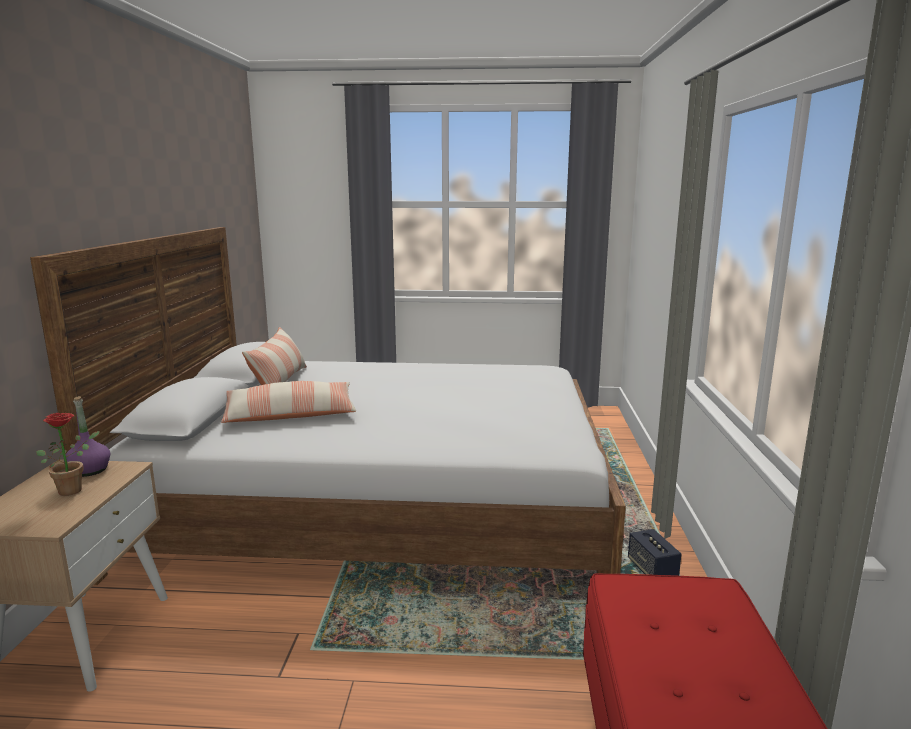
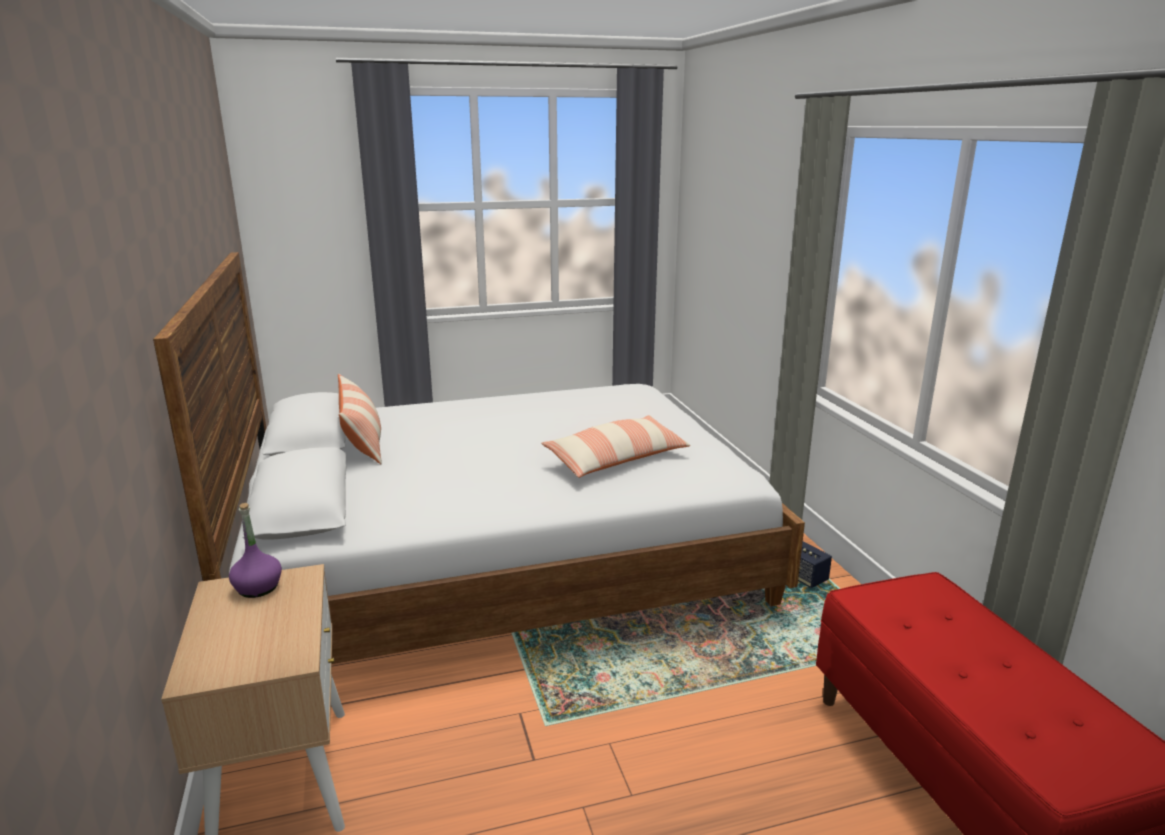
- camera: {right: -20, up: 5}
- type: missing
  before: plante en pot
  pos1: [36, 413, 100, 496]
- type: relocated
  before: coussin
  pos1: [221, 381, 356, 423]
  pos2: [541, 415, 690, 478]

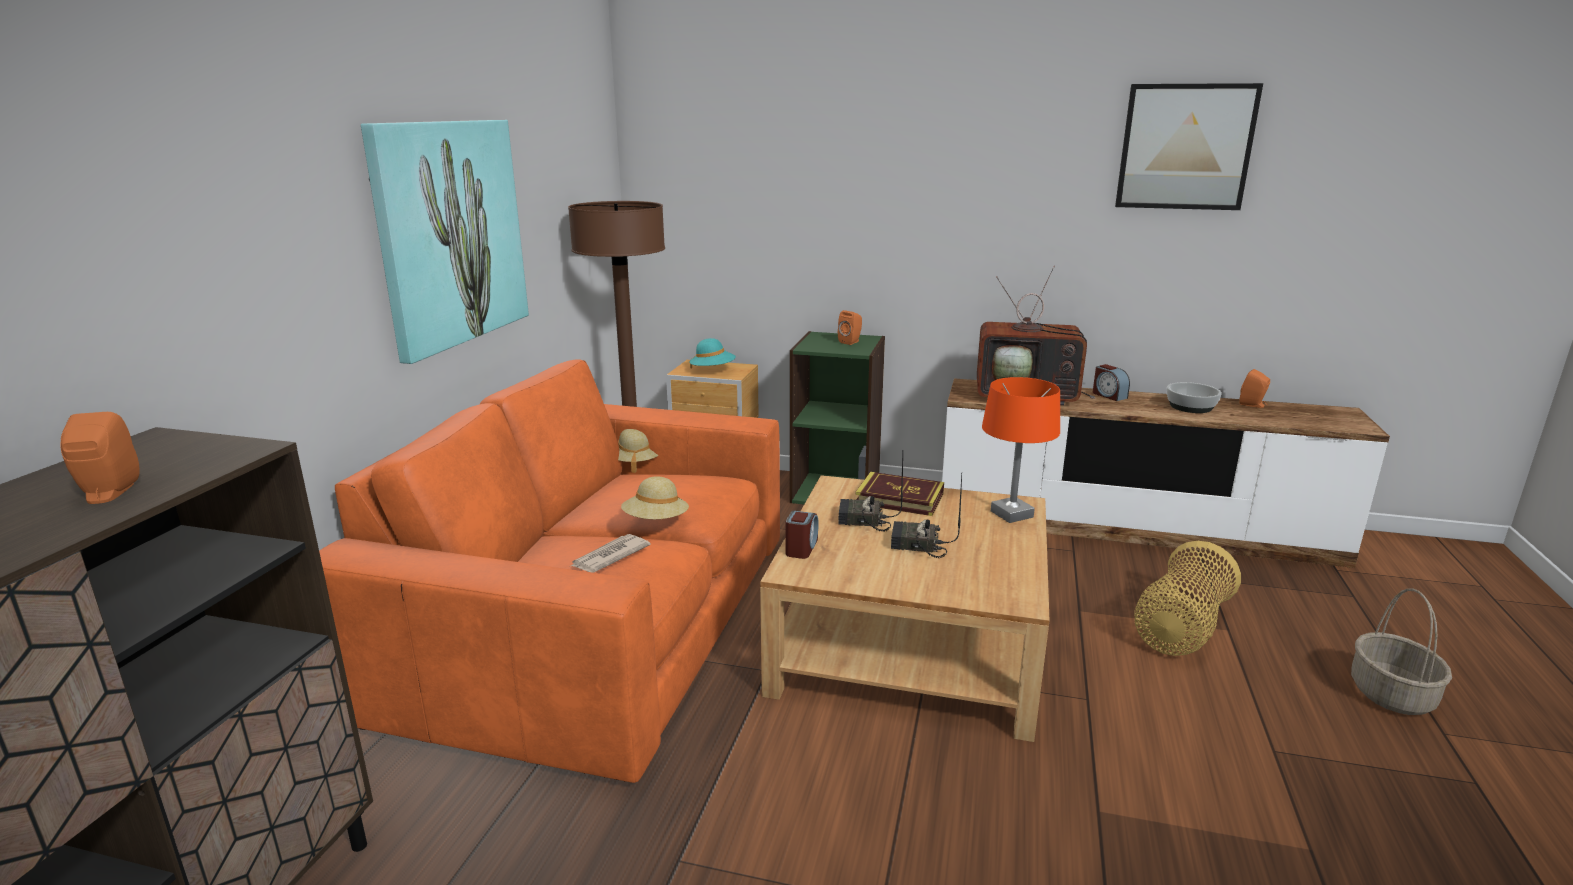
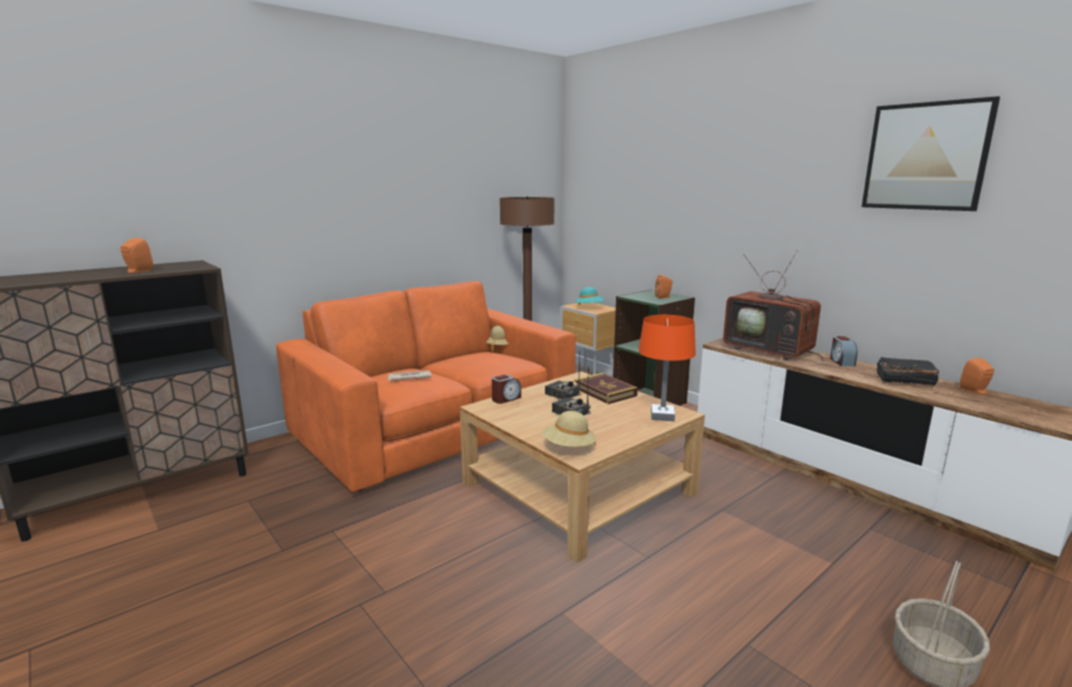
- camera: {right: 35, up: -5}
- type: missing
  before: tableau
  pos1: [361, 120, 529, 364]
- type: relocated
  before: chapeau/beige
  pos1: [621, 476, 689, 519]
  pos2: [542, 411, 596, 447]
- type: missing
  before: panier
  pos1: [1135, 541, 1241, 656]
- type: exchanged
  before: bol
  after: livre/noir
  pos1: [1167, 382, 1222, 413]
  pos2: [877, 357, 939, 386]

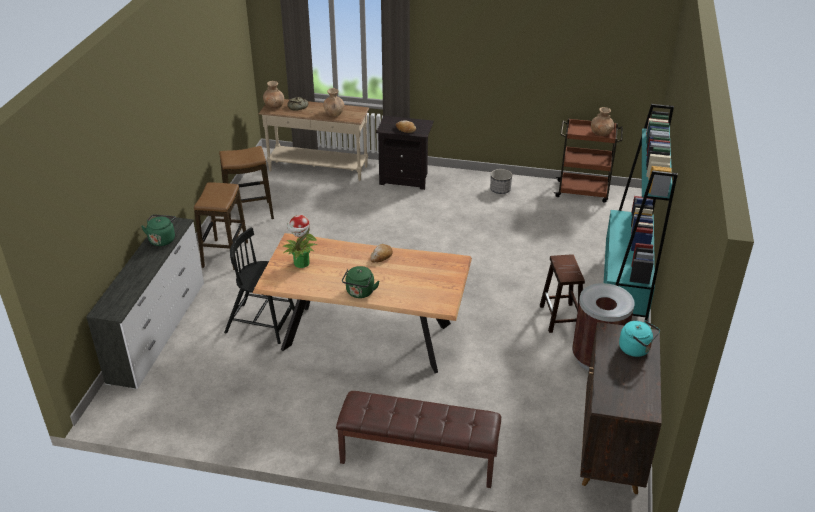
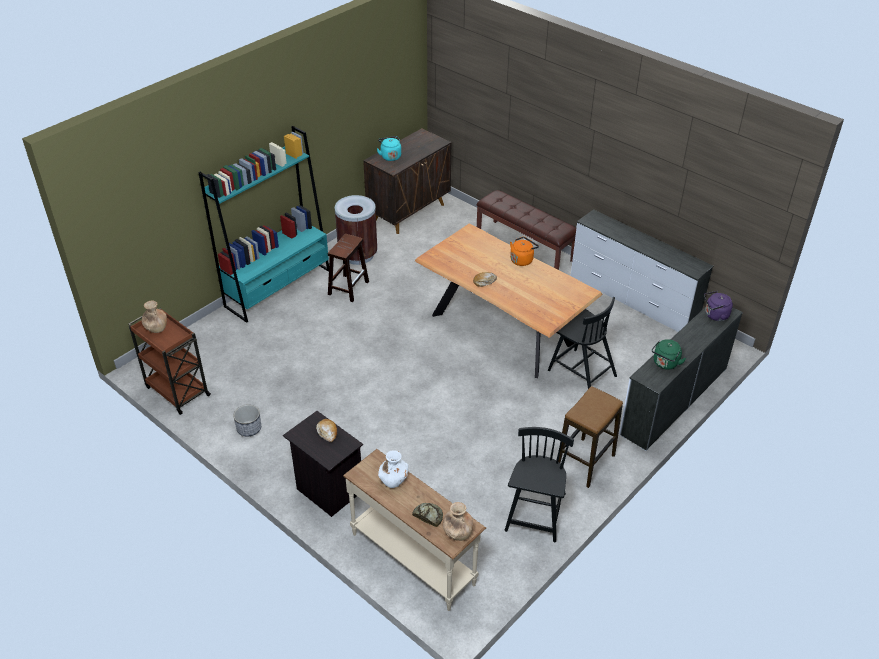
- camera: {right: -150, up: 5}
- type: exchanged
  before: tabouret
  after: chaise/noir
  pos1: [219, 146, 274, 225]
  pos2: [505, 427, 574, 543]
- type: missing
  before: plante en pot
  pos1: [282, 215, 317, 268]
- type: colour
  before: vase/marron
  after: vase/blanc
  pos1: [323, 88, 344, 117]
  pos2: [378, 450, 408, 488]
- type: colour
  before: bouilloire/vert
  after: bouilloire/orange
  pos1: [342, 266, 379, 298]
  pos2: [510, 237, 539, 266]
- type: appeared
  after: commode/blanc
  pos2: [571, 209, 713, 332]
- type: appeared
  after: bouilloire/violet
  pos2: [704, 291, 733, 321]

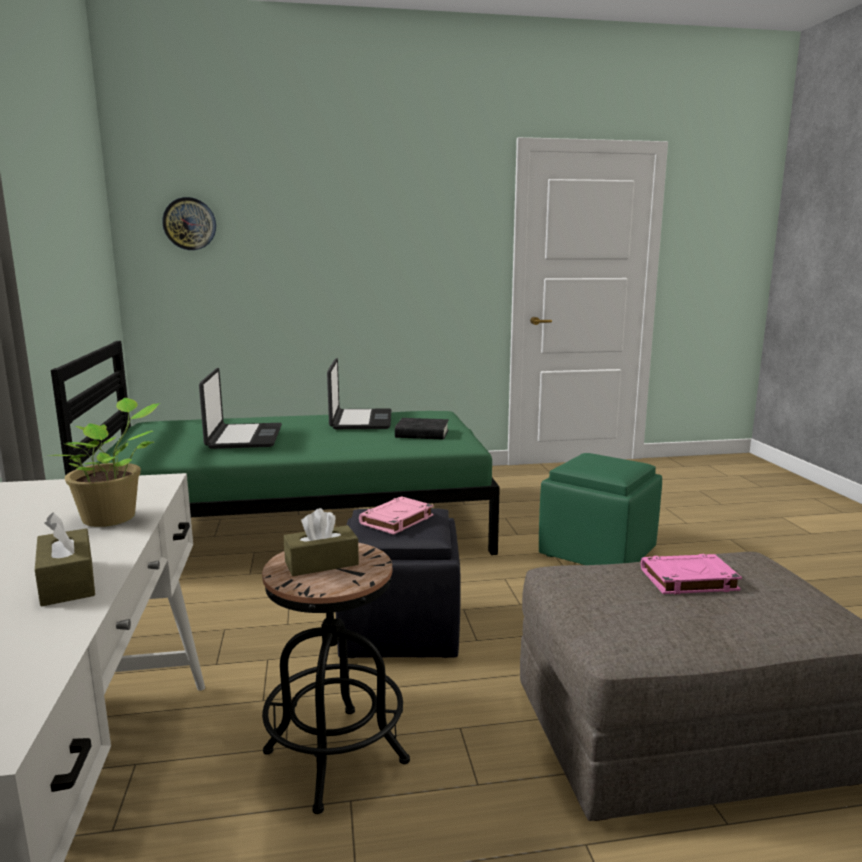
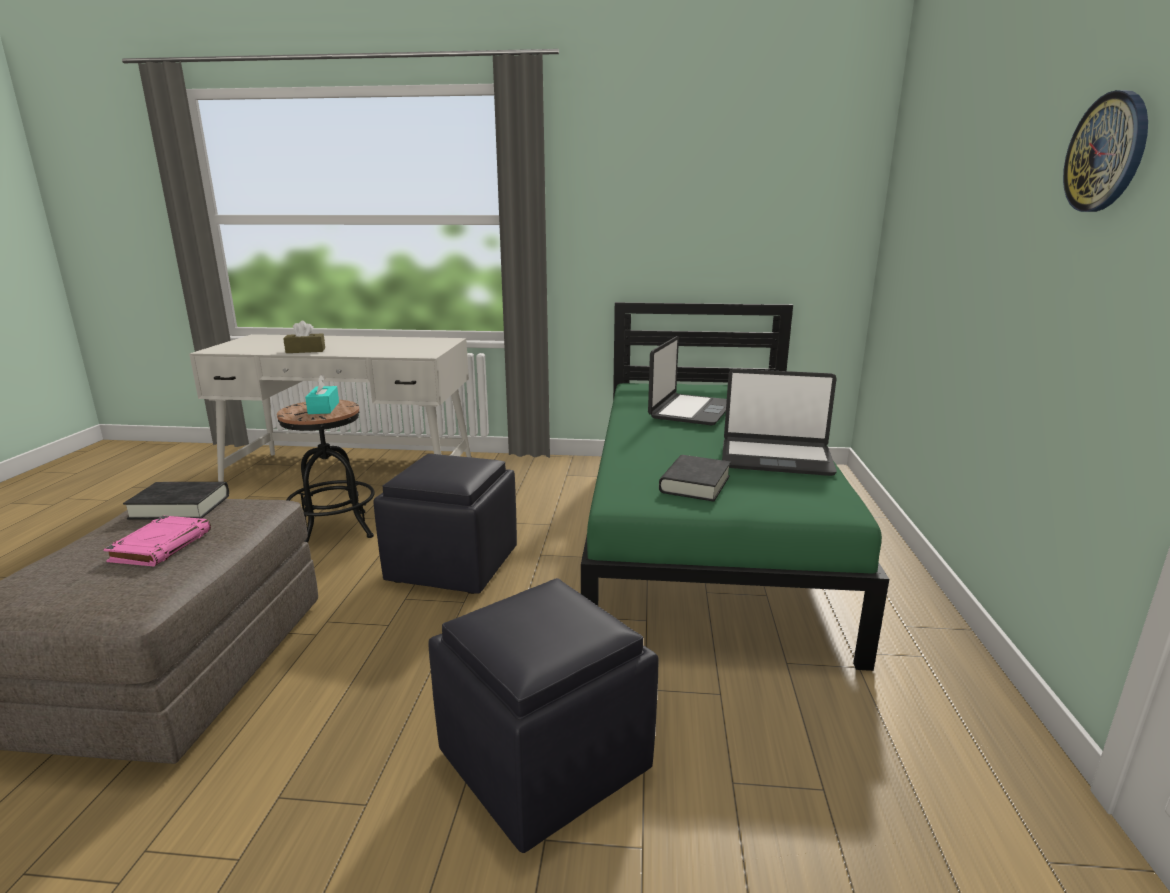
- camera: {right: 105, up: 5}
- type: missing
  before: plante en pot
  pos1: [49, 398, 160, 527]
- type: relocated
  before: horloge murale
  pos1: [162, 197, 216, 250]
  pos2: [1063, 90, 1148, 212]
- type: spun
  before: ordinateur portable
  pos1: [199, 368, 282, 449]
  pos2: [648, 336, 727, 425]
  turn: -75
- type: colour
  before: boîte à mouchoirs/marron
  after: boîte à mouchoirs/turquoise
  pos1: [284, 508, 359, 576]
  pos2: [305, 374, 339, 414]
- type: missing
  before: livre/rose
  pos1: [359, 496, 434, 535]
- type: colour
  before: pouf/vert
  after: pouf/noir
  pos1: [539, 453, 662, 565]
  pos2: [428, 578, 659, 853]
- type: appeared
  after: livre/noir
  pos2: [123, 482, 229, 520]

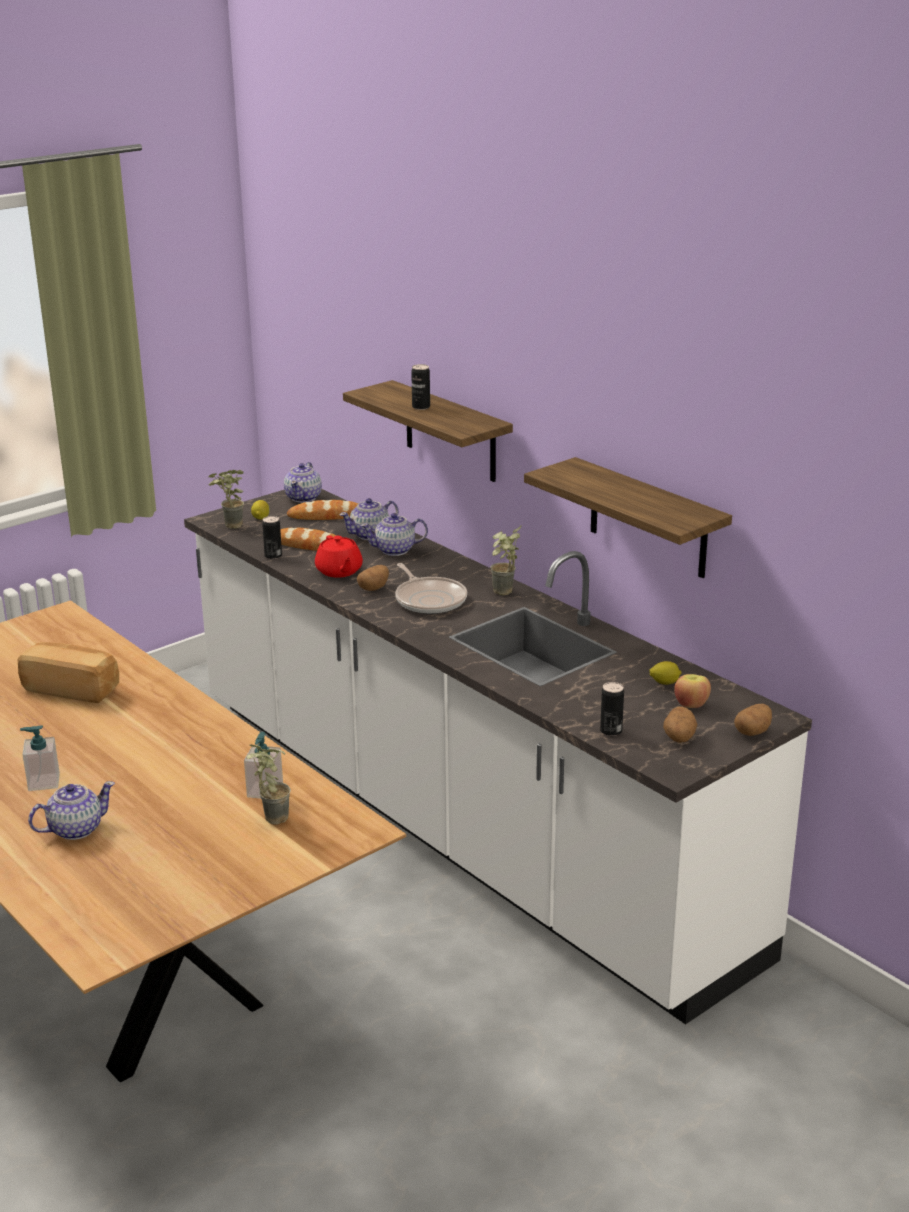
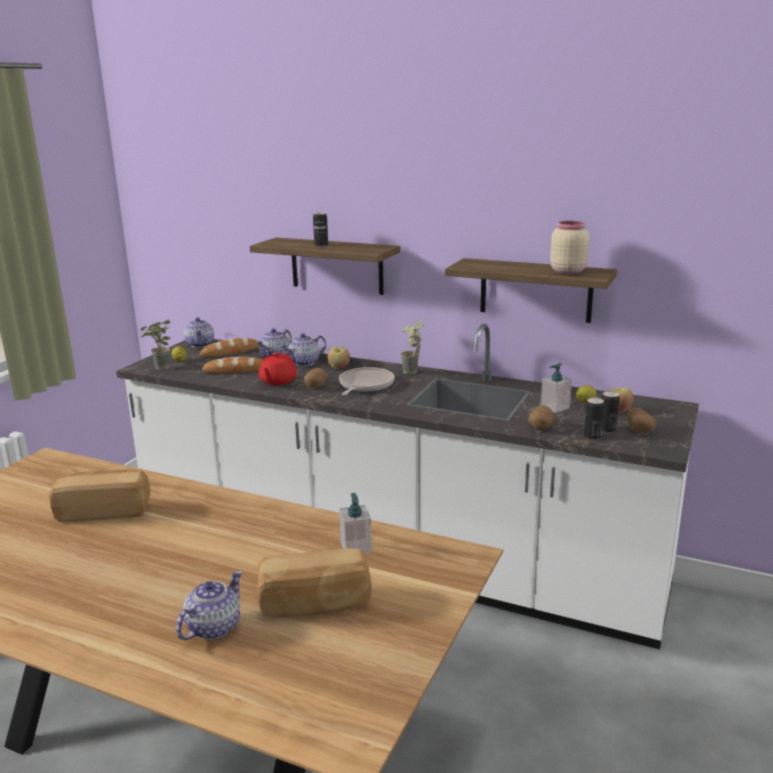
- camera: {right: -25, up: -5}
- type: relocated
  before: distributeur de savon
  pos1: [20, 725, 60, 791]
  pos2: [540, 363, 572, 413]
- type: missing
  before: plante en pot
  pos1: [247, 745, 291, 825]
- type: relocated
  before: boîte métallique
  pos1: [262, 516, 282, 559]
  pos2: [602, 391, 620, 433]
- type: spun
  before: théière/rouge
  pos1: [315, 535, 363, 578]
  pos2: [259, 352, 297, 385]
  turn: 60
- type: spun
  before: poêle
  pos1: [395, 563, 467, 614]
  pos2: [339, 367, 395, 395]
  turn: -105
- type: relocated
  before: pomme de terre
  pos1: [734, 703, 772, 736]
  pos2: [528, 405, 554, 429]
- type: appeared
  after: pain
  pos2: [258, 548, 372, 618]
- type: appeared
  after: pomme
  pos2: [327, 347, 350, 369]
- type: appeared
  after: bocal/beige
  pos2: [550, 221, 589, 274]

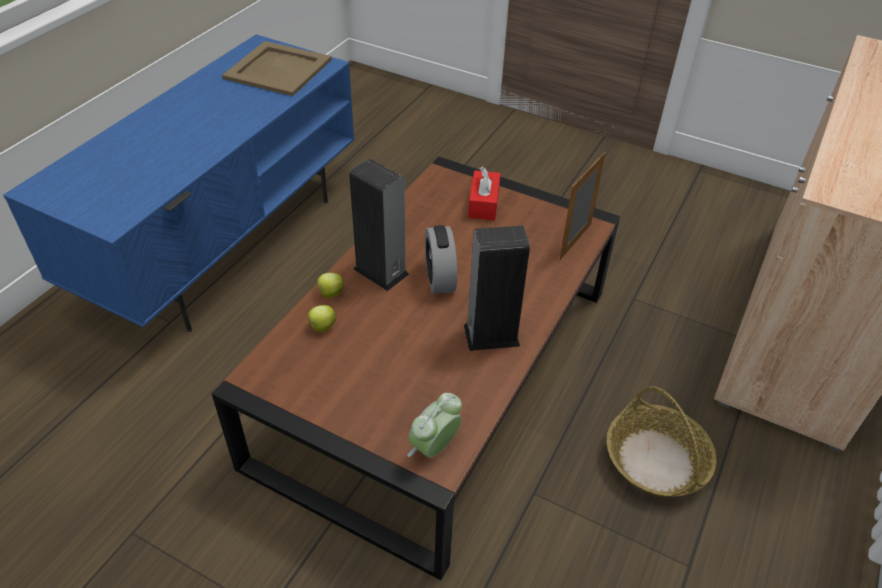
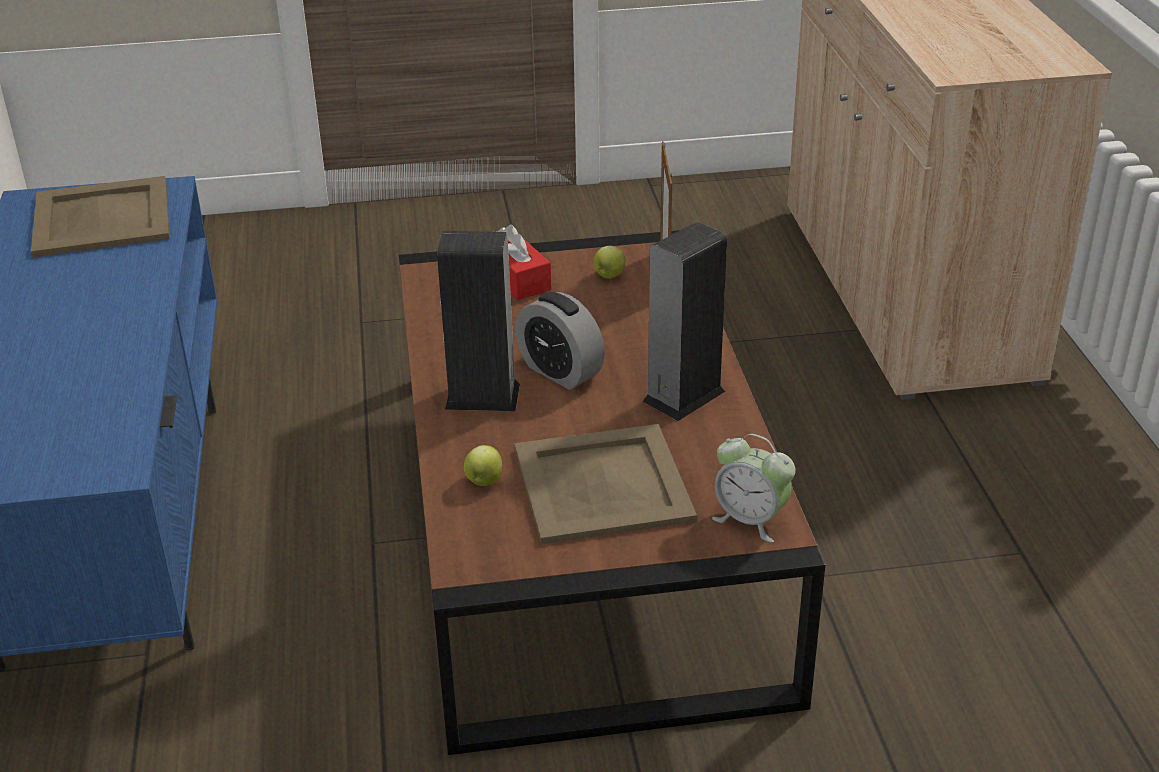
- camera: {right: -35, up: -10}
- type: relocated
  before: pomme
  pos1: [315, 273, 344, 298]
  pos2: [593, 246, 625, 278]
- type: spun
  before: réveil
  pos1: [407, 393, 462, 458]
  pos2: [712, 434, 796, 543]
  turn: -60
- type: missing
  before: panier
  pos1: [607, 386, 716, 497]
- type: appeared
  after: plateau/beige
  pos2: [514, 424, 697, 544]

